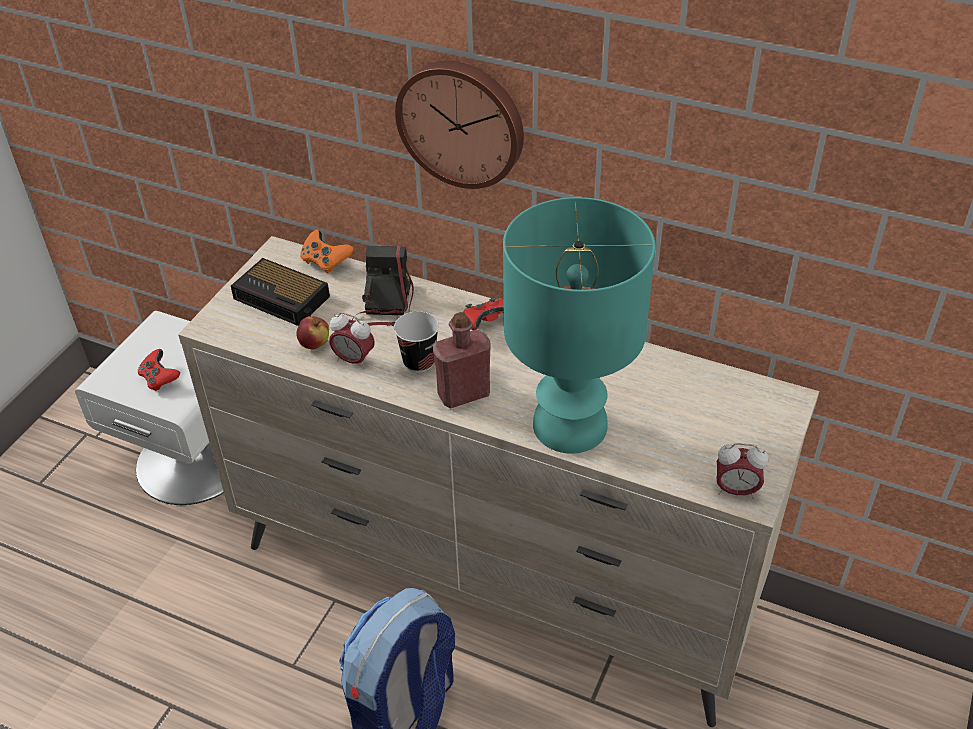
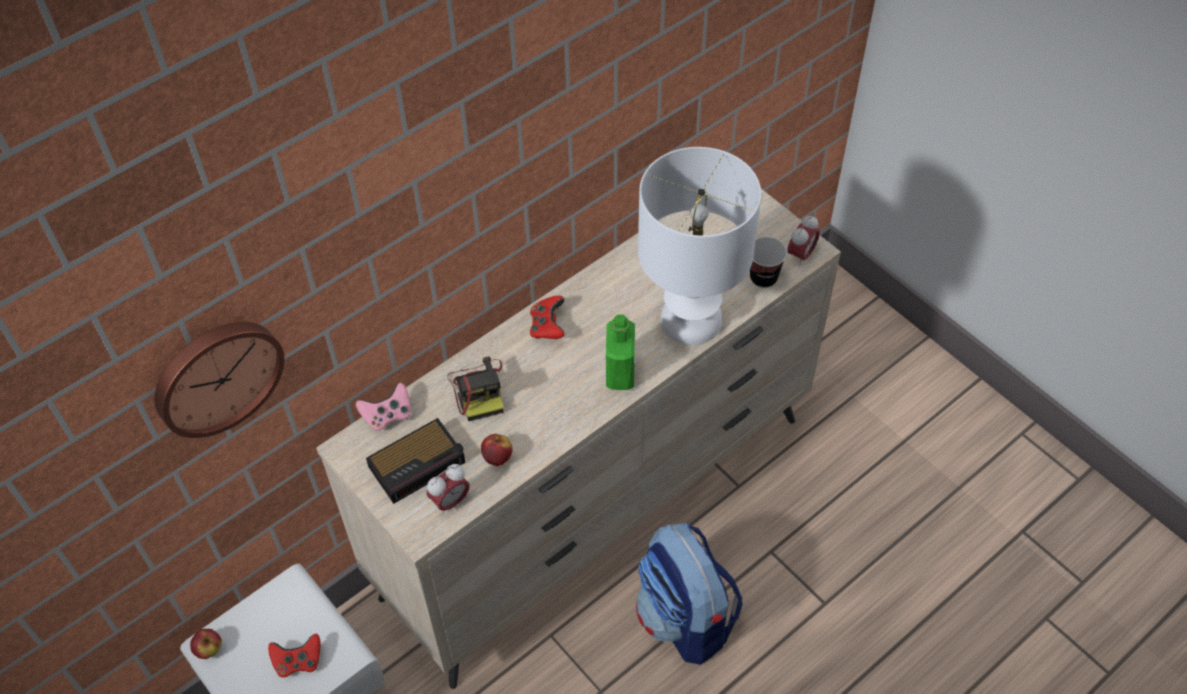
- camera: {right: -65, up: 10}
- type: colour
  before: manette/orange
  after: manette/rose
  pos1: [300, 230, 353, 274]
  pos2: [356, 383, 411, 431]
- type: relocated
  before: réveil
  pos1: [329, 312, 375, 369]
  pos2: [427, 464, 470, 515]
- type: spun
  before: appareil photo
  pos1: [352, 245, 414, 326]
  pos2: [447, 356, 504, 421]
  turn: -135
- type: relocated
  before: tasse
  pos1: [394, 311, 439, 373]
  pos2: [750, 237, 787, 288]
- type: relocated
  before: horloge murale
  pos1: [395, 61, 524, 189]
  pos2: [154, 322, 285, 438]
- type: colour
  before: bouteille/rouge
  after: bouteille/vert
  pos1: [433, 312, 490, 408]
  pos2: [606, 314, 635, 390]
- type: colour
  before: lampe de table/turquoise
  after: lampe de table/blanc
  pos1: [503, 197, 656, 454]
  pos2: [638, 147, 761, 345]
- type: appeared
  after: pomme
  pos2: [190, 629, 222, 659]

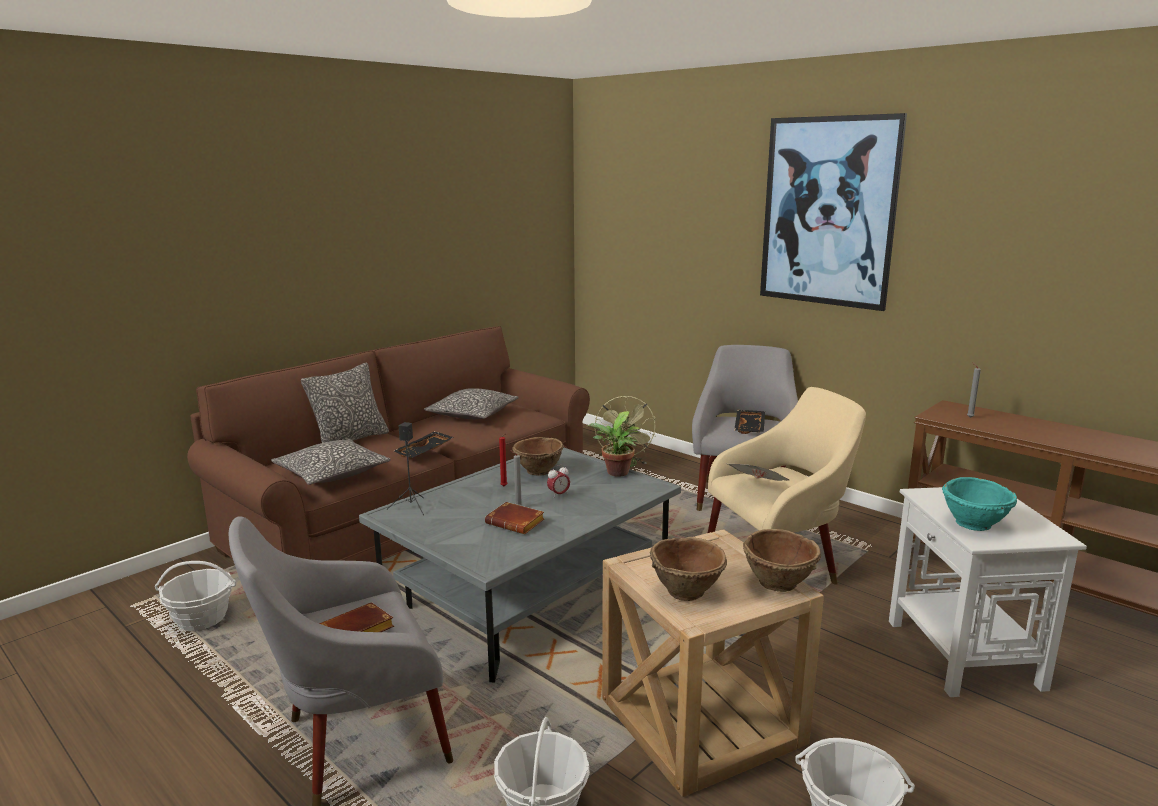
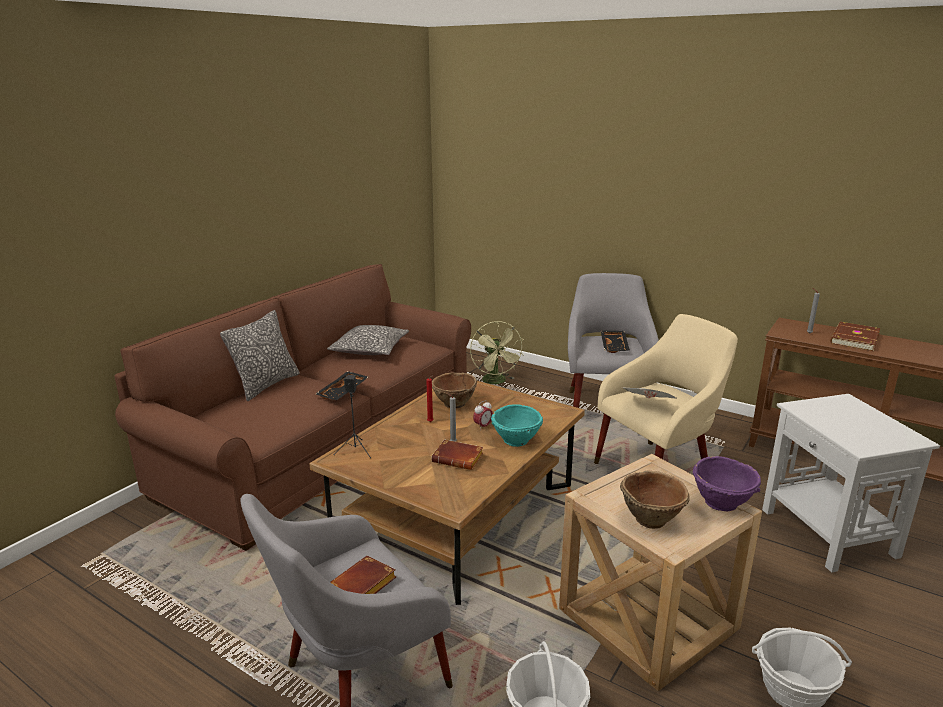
- camera: {right: -10, up: 5}
- type: missing
  before: panier
  pos1: [155, 561, 236, 631]
- type: missing
  before: coussin
  pos1: [271, 439, 391, 485]
- type: colour
  before: table basse/gris
  after: table basse/marron
  pos1: [359, 448, 681, 683]
  pos2: [310, 381, 585, 605]
- type: missing
  before: plante en pot
  pos1: [587, 411, 640, 477]
- type: colour
  before: bol/marron
  after: bol/violet
  pos1: [743, 529, 821, 592]
  pos2: [692, 456, 761, 511]
- type: missing
  before: tableau
  pos1: [760, 113, 907, 311]
- type: relocated
  before: bol/turquoise
  pos1: [942, 477, 1017, 531]
  pos2: [491, 404, 543, 447]
- type: appeared
  after: livre/marron
  pos2: [830, 322, 880, 351]

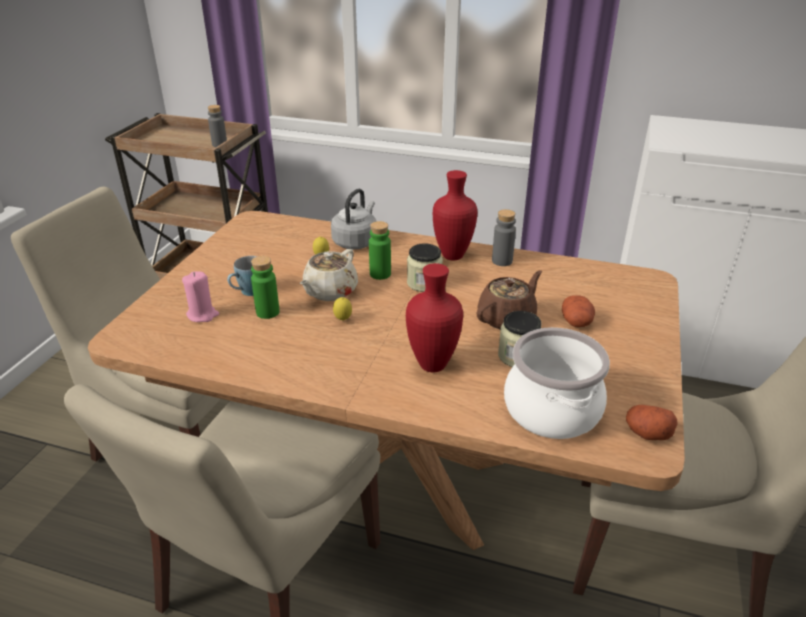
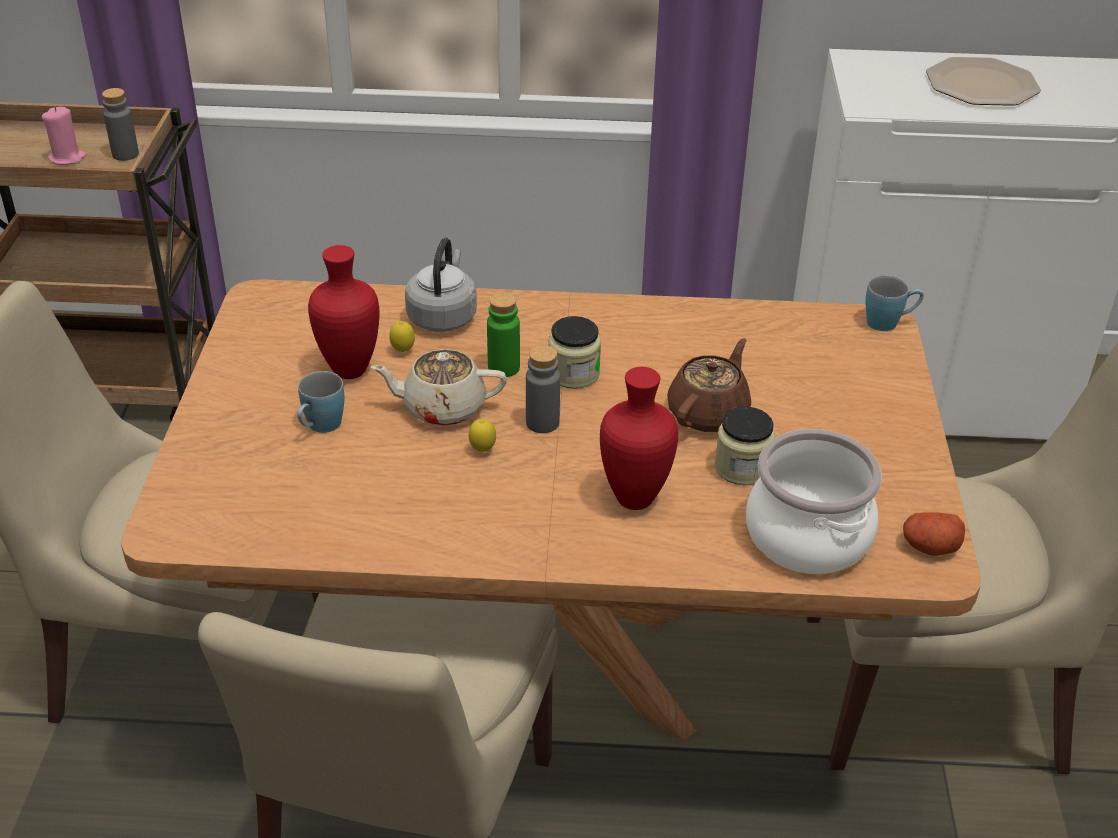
- camera: {right: -15, up: 5}
- type: relocated
  before: bougie/rose
  pos1: [182, 271, 219, 322]
  pos2: [42, 107, 86, 165]
- type: missing
  before: bouteille/vert
  pos1: [251, 256, 280, 319]
- type: spun
  before: théière/beige
  pos1: [300, 249, 358, 301]
  pos2: [371, 349, 507, 426]
  turn: 75
- type: relocated
  before: vase/rouge
  pos1: [433, 170, 477, 261]
  pos2: [308, 245, 379, 379]
- type: relocated
  before: bouteille/gris
  pos1: [492, 209, 516, 266]
  pos2: [526, 345, 560, 433]
- type: missing
  before: pomme de terre
  pos1: [562, 295, 595, 327]
- type: appeared
  after: mug/bleu
  pos2: [865, 276, 924, 331]
- type: appeared
  after: assiette
  pos2: [926, 57, 1041, 106]

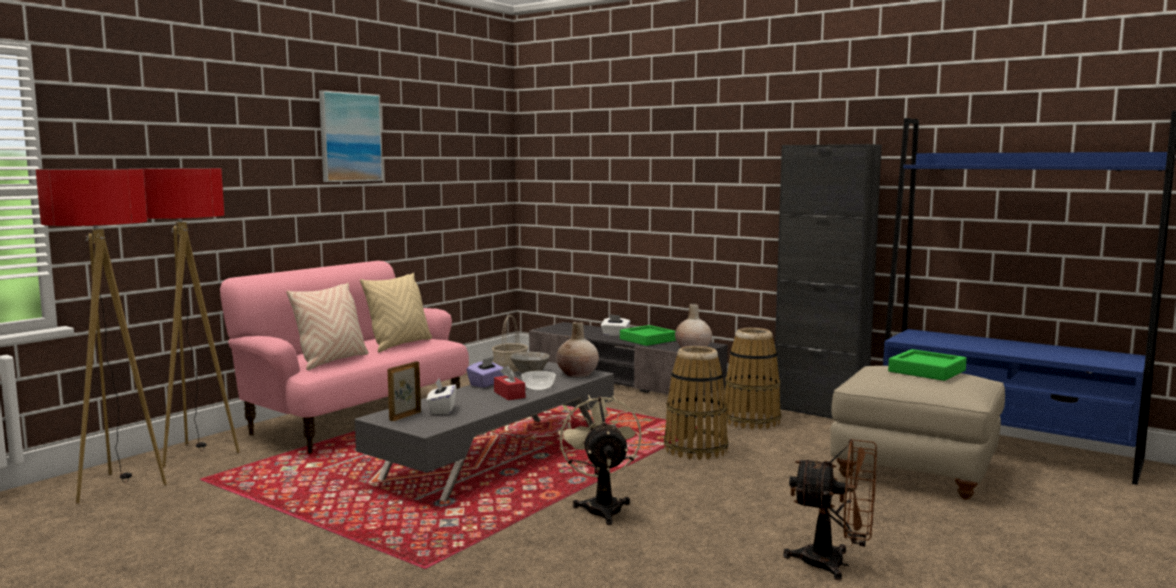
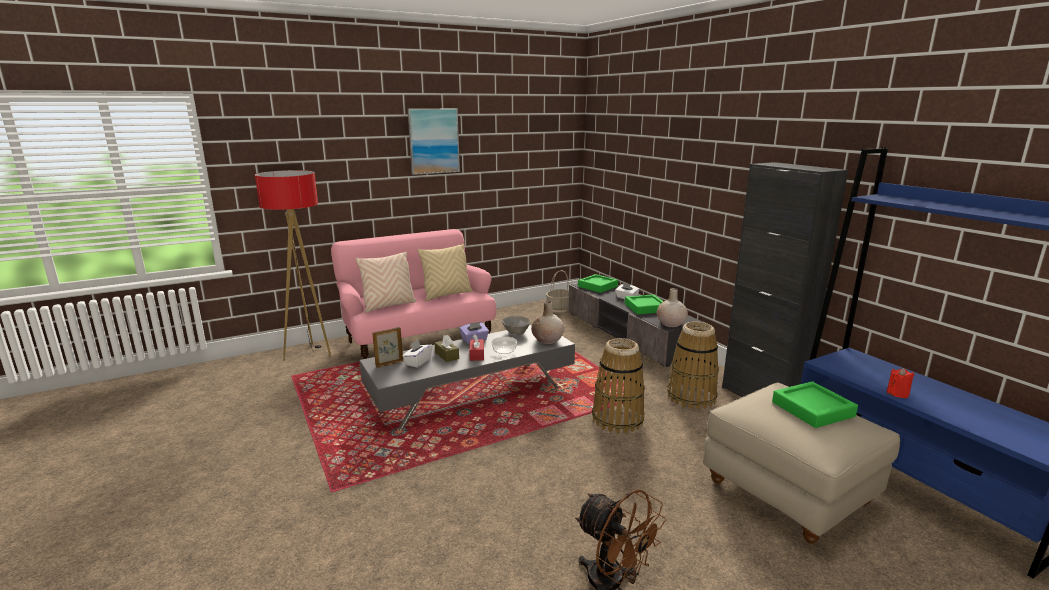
- camera: {right: 25, up: 10}
- type: missing
  before: lampadaire
  pos1: [36, 169, 167, 504]
- type: missing
  before: ventilateur/beige
  pos1: [558, 395, 642, 525]
- type: appeared
  after: boîte à mouchoirs/marron
  pos2: [435, 335, 459, 362]
- type: appeared
  after: plateau/vert
  pos2: [578, 274, 618, 293]
- type: appeared
  after: bougie/rouge
  pos2: [887, 368, 914, 398]

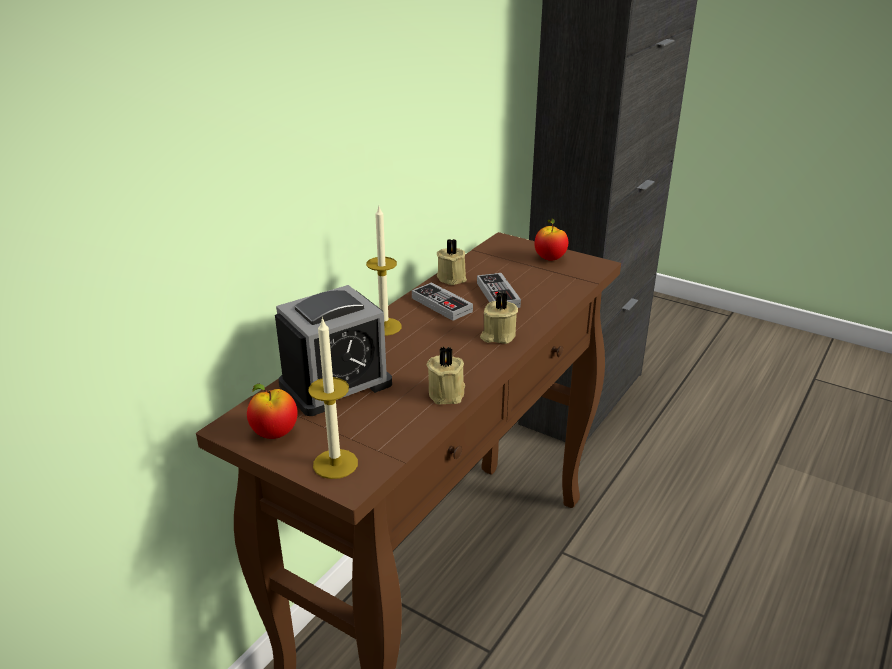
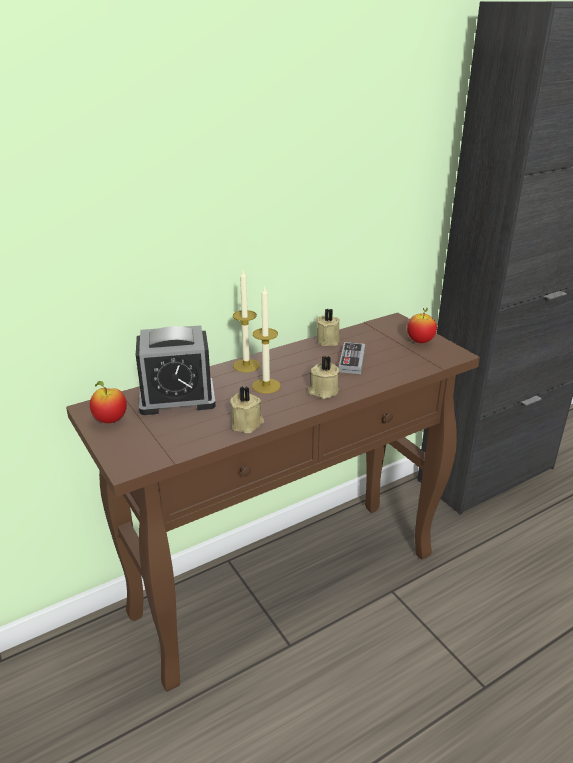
- camera: {right: 25, up: 0}
- type: relocated
  before: bougie
  pos1: [308, 317, 358, 479]
  pos2: [252, 285, 281, 394]
- type: missing
  before: manette
  pos1: [412, 282, 473, 321]

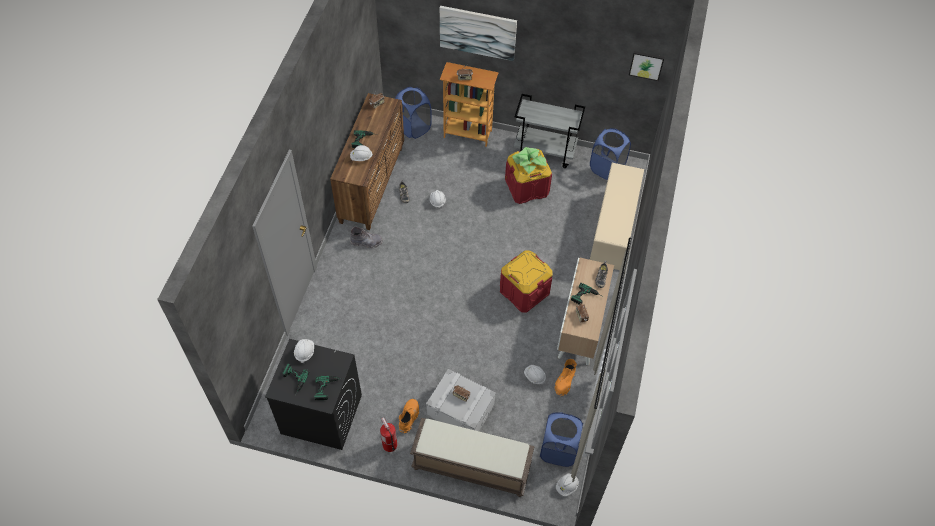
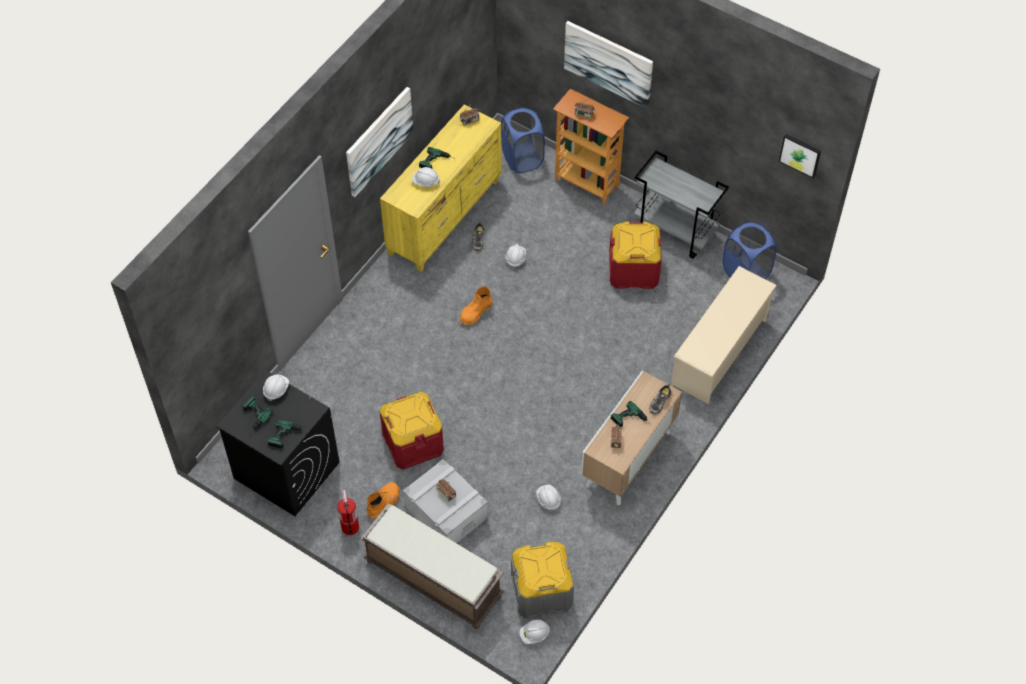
- camera: {right: 20, up: 0}
- type: colour
  before: commode/marron
  after: commode/jaune
  pos1: [330, 93, 404, 230]
  pos2: [380, 104, 502, 272]
- type: missing
  before: botte/gris
  pos1: [350, 227, 383, 248]
- type: relocated
  before: boîte de rangement/rouge
  pos1: [500, 250, 552, 313]
  pos2: [380, 392, 444, 470]
- type: missing
  before: plante en pot
  pos1: [512, 147, 546, 174]
- type: exchanged
  before: panier à linge/bleu
  after: boîte de rangement/gris
  pos1: [540, 412, 583, 467]
  pos2: [511, 542, 574, 619]
- type: relocated
  before: botte/orange
  pos1: [555, 359, 577, 397]
  pos2: [460, 286, 493, 326]
- type: appeared
  after: tableau
  pos2: [346, 87, 414, 197]

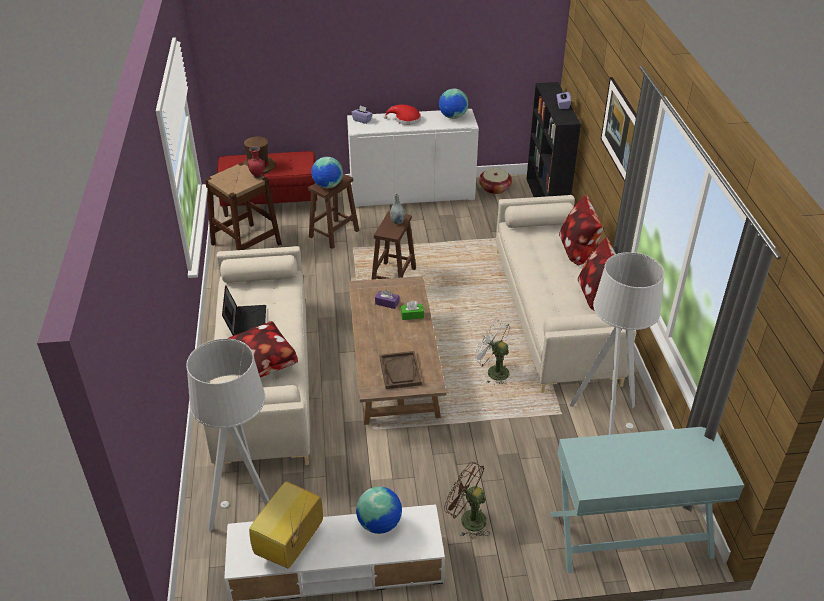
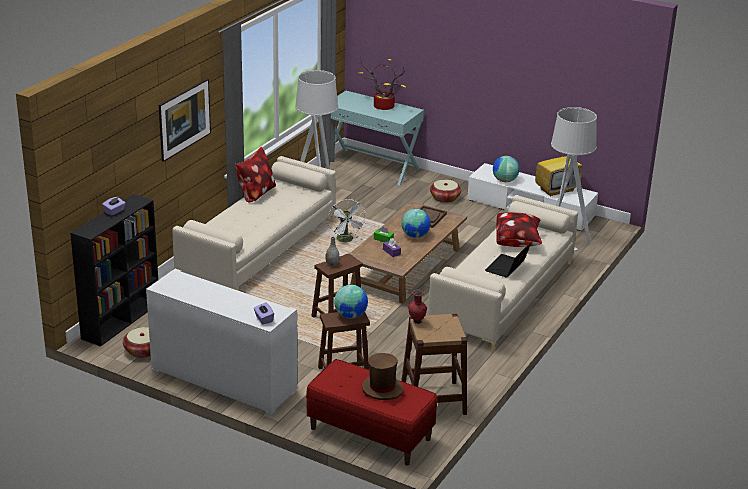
- camera: {right: -145, up: -10}
- type: missing
  before: chapeau/rouge
  pos1: [384, 105, 421, 125]
- type: relocated
  before: globe
  pos1: [439, 89, 468, 119]
  pos2: [401, 209, 431, 238]
- type: exchanged
  before: ventilateur/marron
  after: panier
  pos1: [444, 462, 490, 539]
  pos2: [430, 180, 461, 203]
- type: missing
  before: coussin
  pos1: [559, 194, 603, 265]
- type: appeared
  after: plante en pot
  pos2: [359, 59, 406, 110]

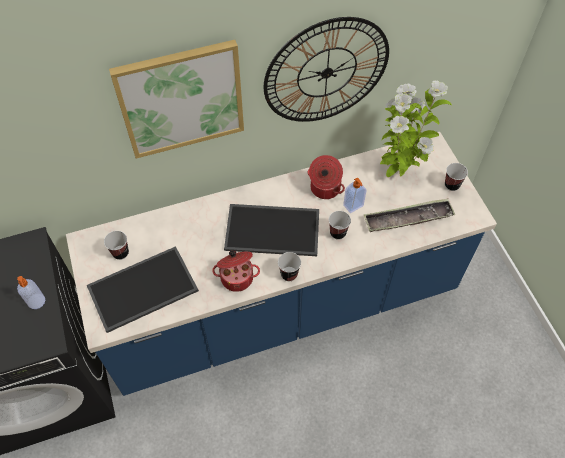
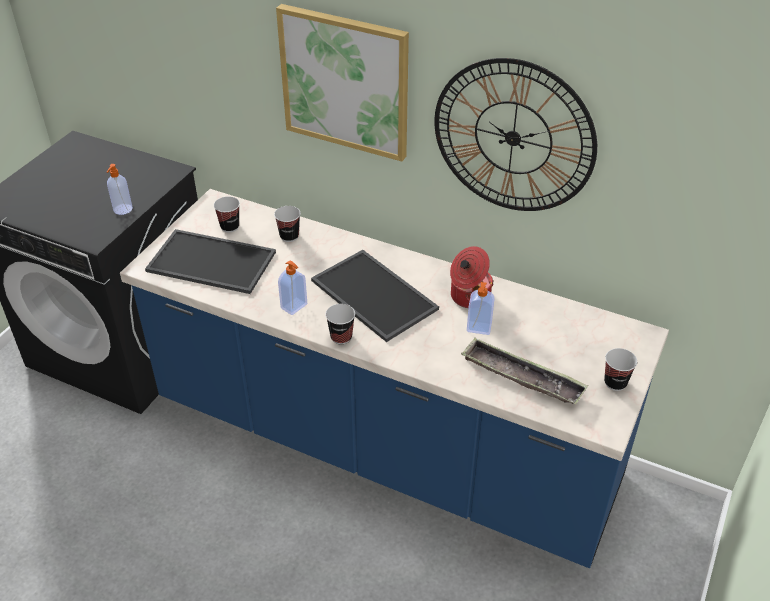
- camera: {right: 45, up: -15}
- type: exchanged
  before: marmite
  after: distributeur de savon
  pos1: [212, 250, 260, 292]
  pos2: [278, 261, 307, 315]
- type: relocated
  before: tasse
  pos1: [329, 211, 351, 240]
  pos2: [274, 206, 301, 242]
- type: missing
  before: plante en pot
  pos1: [380, 81, 452, 177]

